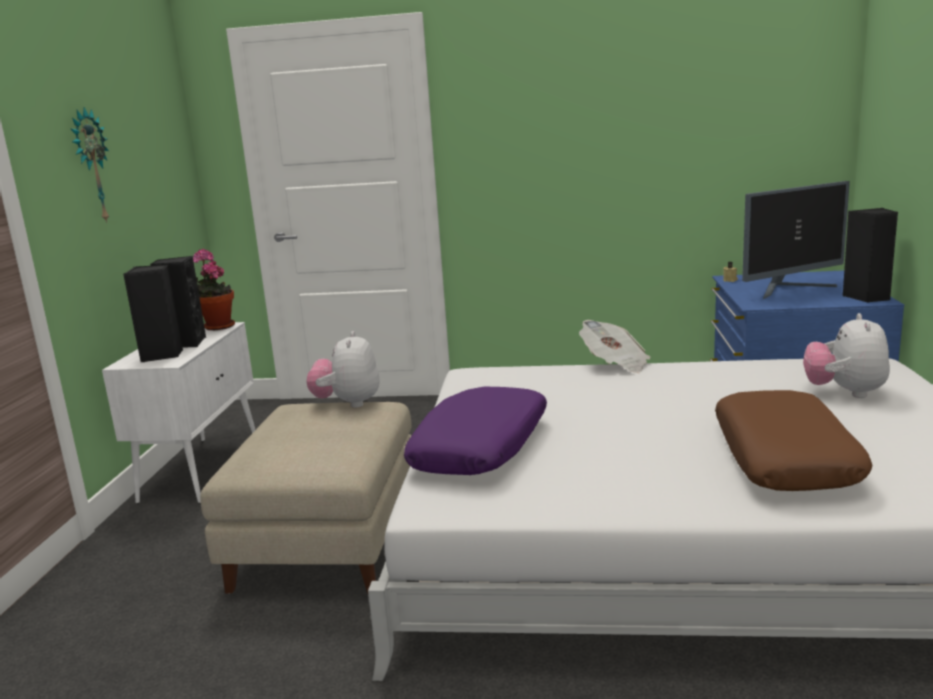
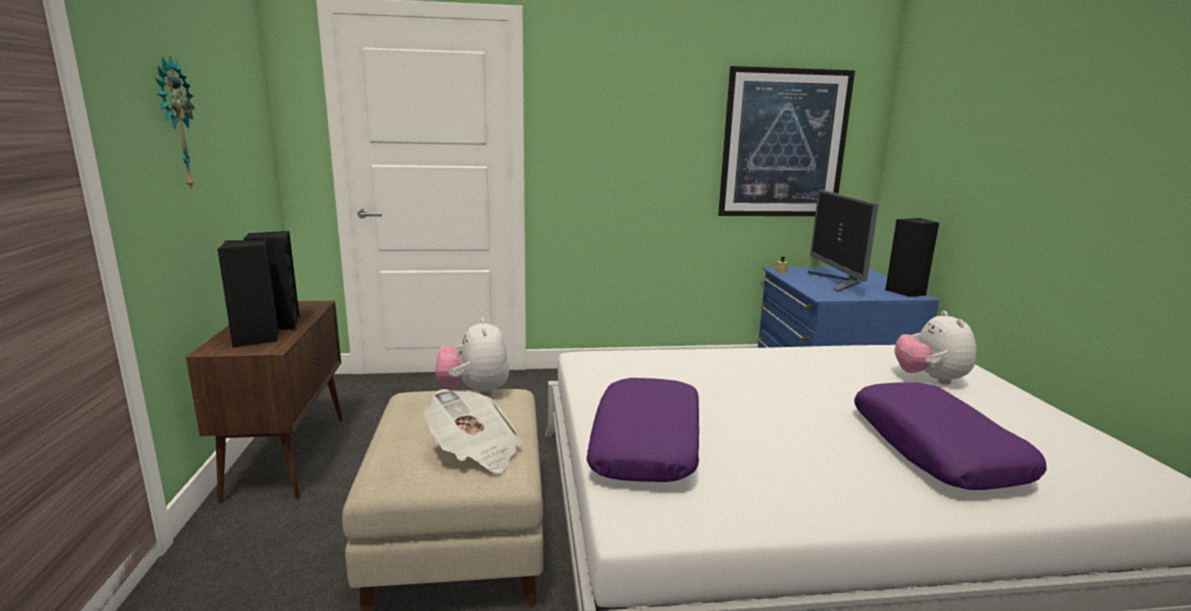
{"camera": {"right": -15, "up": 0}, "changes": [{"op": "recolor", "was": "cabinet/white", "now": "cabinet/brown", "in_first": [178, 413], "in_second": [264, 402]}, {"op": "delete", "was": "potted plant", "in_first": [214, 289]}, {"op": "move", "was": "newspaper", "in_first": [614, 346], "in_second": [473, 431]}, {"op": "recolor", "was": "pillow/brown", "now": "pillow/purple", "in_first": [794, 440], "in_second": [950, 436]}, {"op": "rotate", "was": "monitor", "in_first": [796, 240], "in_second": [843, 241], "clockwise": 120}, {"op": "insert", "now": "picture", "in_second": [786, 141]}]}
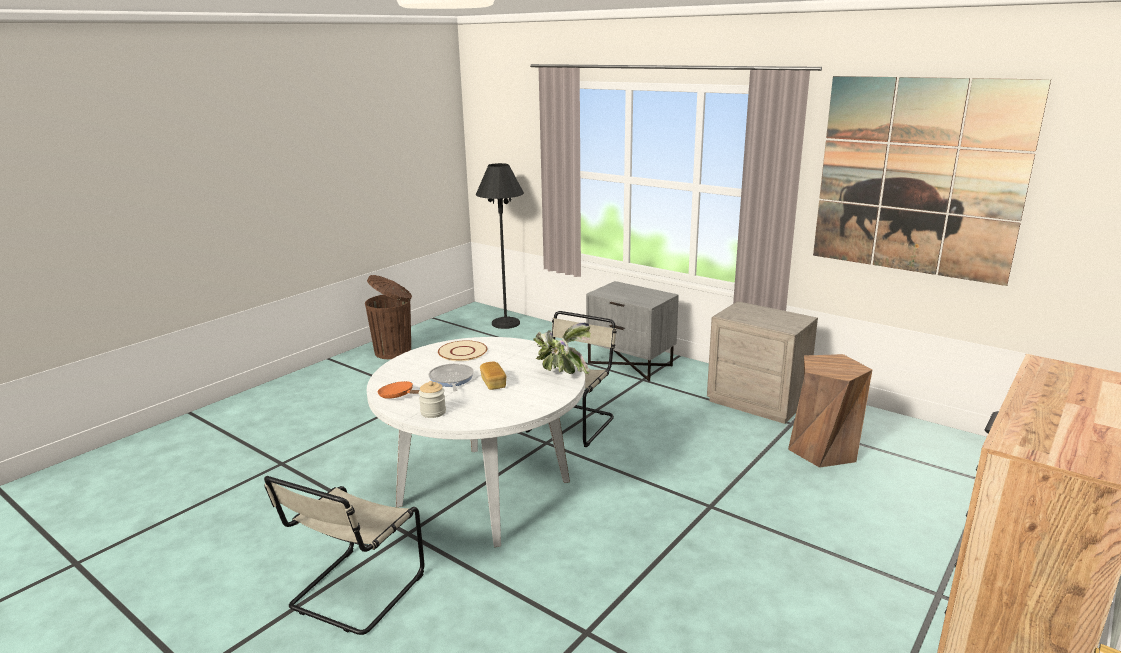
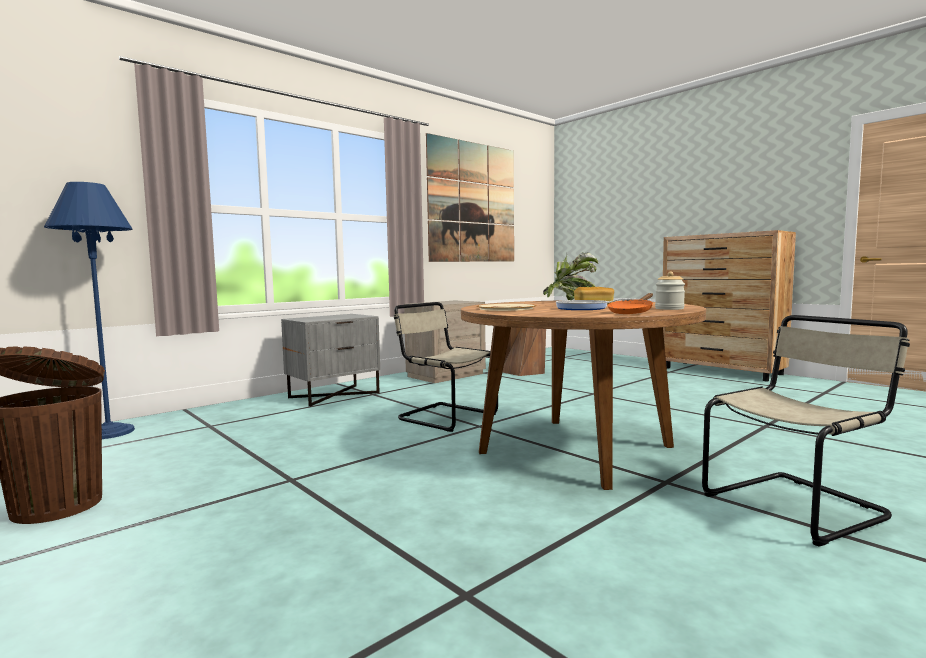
{"camera": {"right": -80, "up": -15}, "changes": [{"op": "rotate", "was": "chair/beige", "in_first": [344, 555], "in_second": [806, 430], "clockwise": -60}, {"op": "recolor", "was": "dining table/white", "now": "dining table/brown", "in_first": [476, 442], "in_second": [583, 395]}, {"op": "recolor", "was": "floor lamp/black", "now": "floor lamp/blue", "in_first": [500, 246], "in_second": [89, 310]}]}
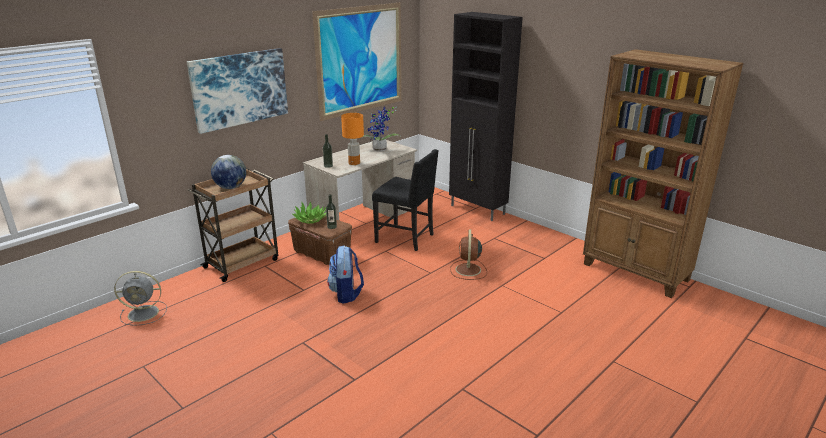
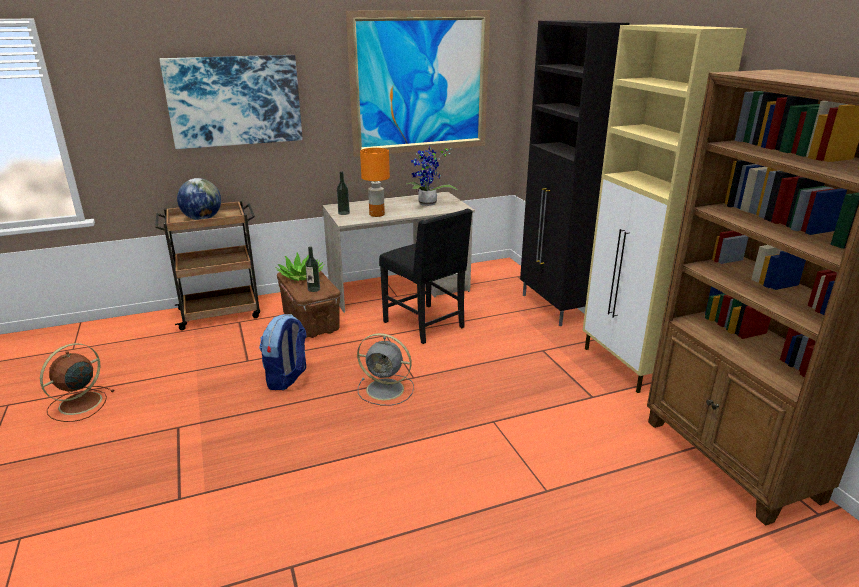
{"camera": {"right": 25, "up": 0}, "changes": [{"op": "move", "was": "fan/grey", "in_first": [140, 298], "in_second": [385, 369]}, {"op": "move", "was": "fan/brown", "in_first": [468, 254], "in_second": [77, 382]}, {"op": "insert", "now": "cabinet/beige", "in_second": [665, 208]}]}
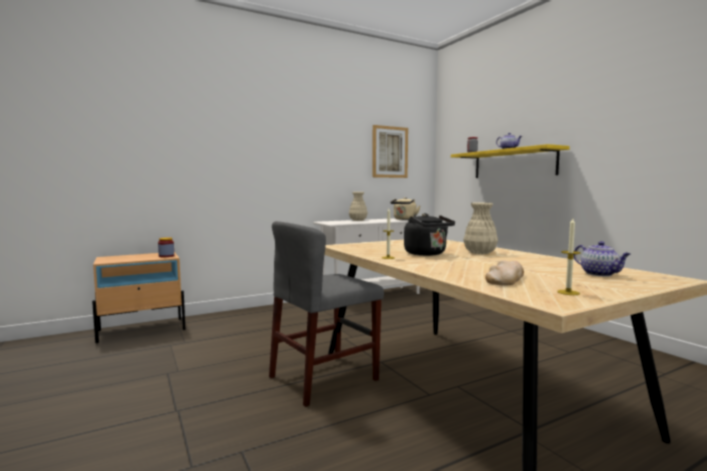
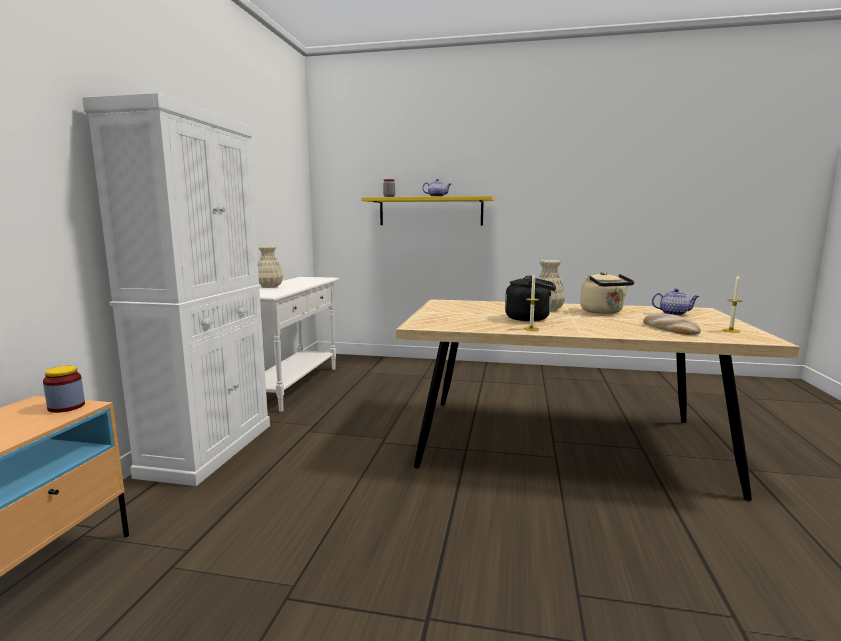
{"camera": {"right": -50, "up": 5}, "changes": [{"op": "delete", "was": "chair/grey", "in_first": [326, 314]}, {"op": "delete", "was": "picture", "in_first": [390, 151]}, {"op": "move", "was": "kettle/beige", "in_first": [405, 208], "in_second": [607, 293]}, {"op": "insert", "now": "cabinet/white", "in_second": [176, 289]}]}
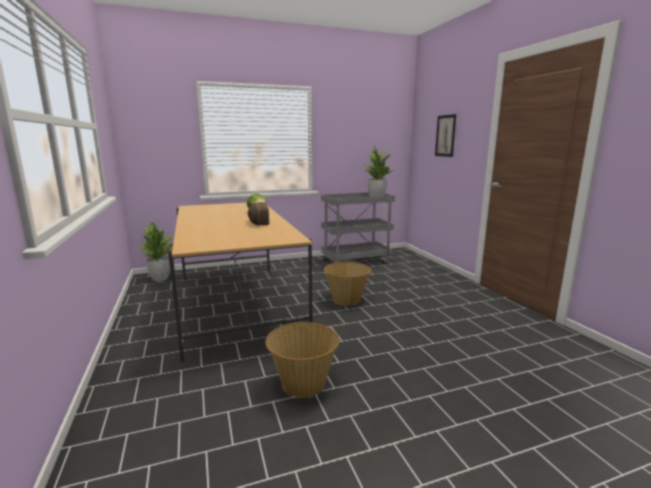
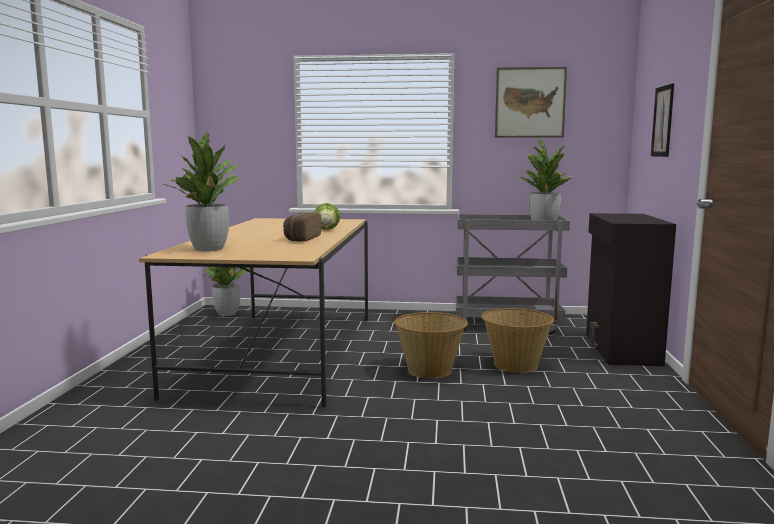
{"camera": {"right": 25, "up": -5}, "changes": [{"op": "move", "was": "basket", "in_first": [302, 360], "in_second": [517, 340]}, {"op": "insert", "now": "potted plant", "in_second": [201, 191]}, {"op": "insert", "now": "picture", "in_second": [531, 102]}, {"op": "insert", "now": "cabinet/black", "in_second": [631, 289]}]}
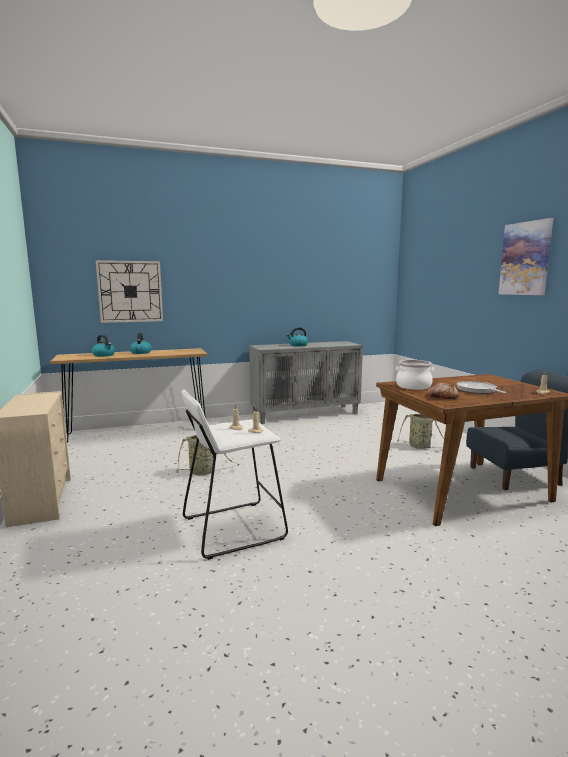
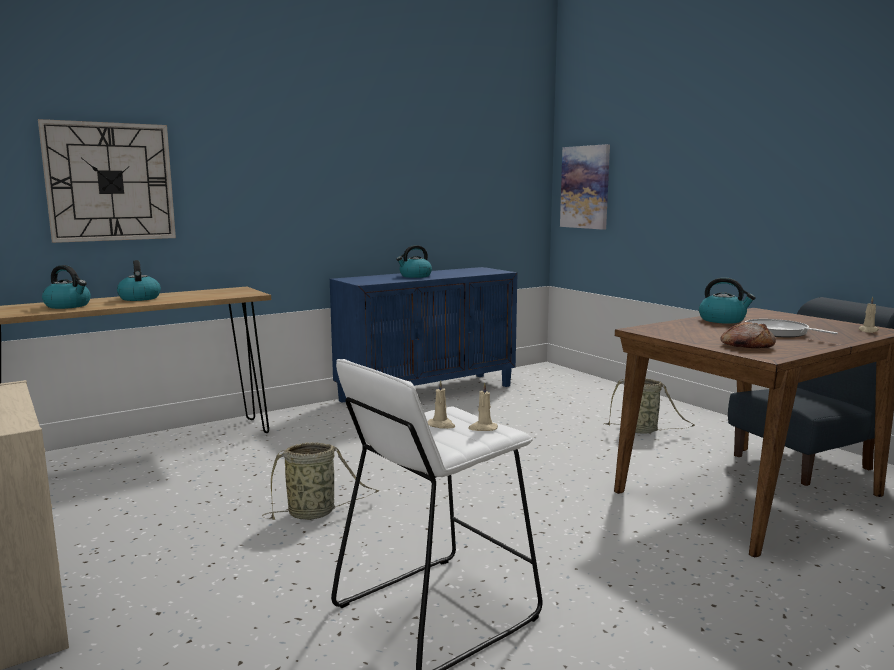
{"camera": {"right": -15, "up": 0}, "changes": [{"op": "recolor", "was": "cabinet/grey", "now": "cabinet/blue", "in_first": [306, 382], "in_second": [423, 335]}, {"op": "delete", "was": "cooking pot", "in_first": [415, 375]}, {"op": "move", "was": "picture", "in_first": [525, 256], "in_second": [585, 187]}, {"op": "insert", "now": "kettle", "in_second": [727, 300]}]}
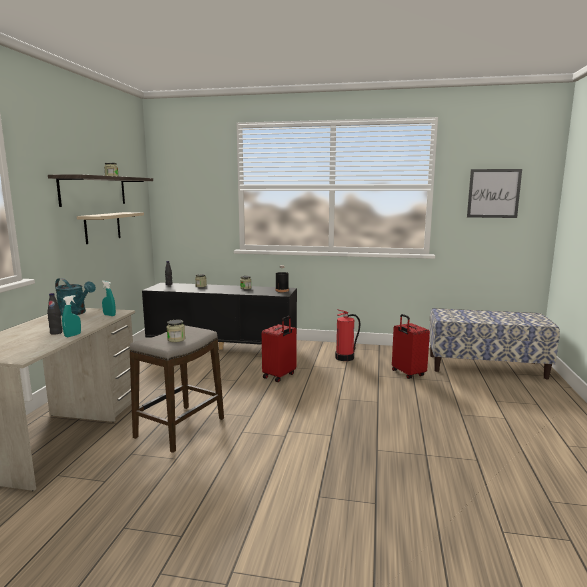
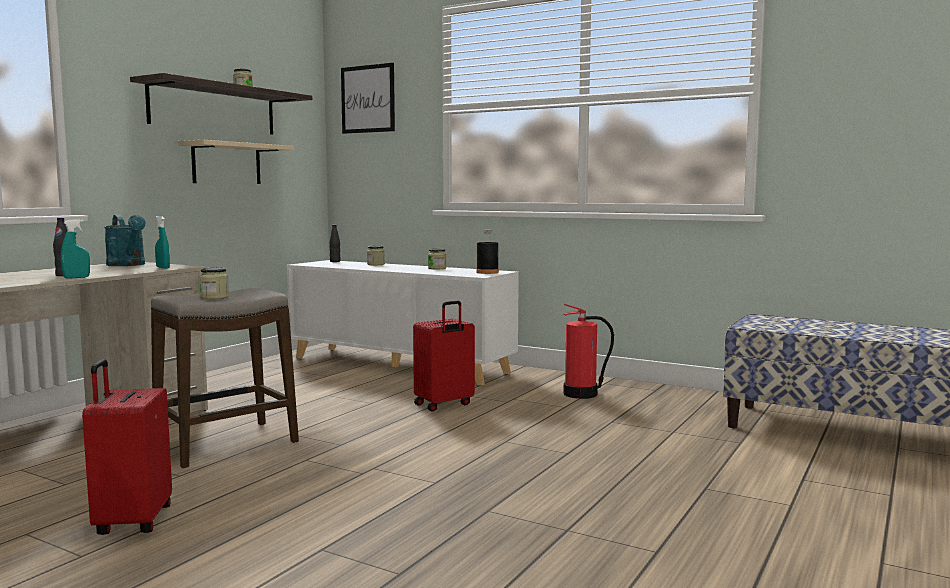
{"camera": {"right": 20, "up": -5}, "changes": [{"op": "recolor", "was": "cabinet/black", "now": "cabinet/white", "in_first": [219, 316], "in_second": [403, 323]}, {"op": "move", "was": "suitcase/red", "in_first": [411, 346], "in_second": [127, 447]}, {"op": "move", "was": "picture", "in_first": [494, 193], "in_second": [368, 98]}]}
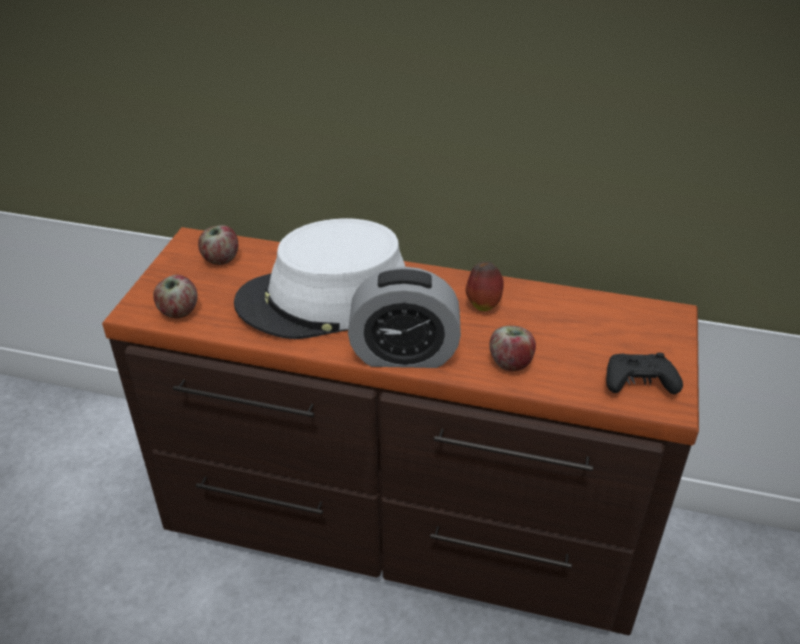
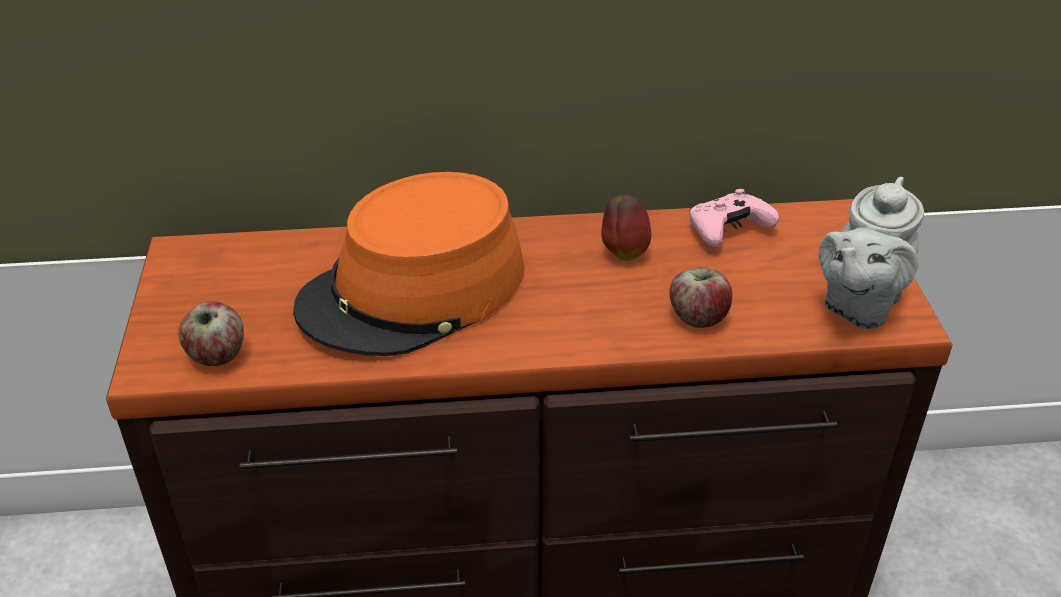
{"camera": {"right": -20, "up": 0}, "changes": [{"op": "delete", "was": "apple", "in_first": [218, 245]}, {"op": "recolor", "was": "hat/white", "now": "hat/orange", "in_first": [319, 278], "in_second": [409, 264]}, {"op": "delete", "was": "alarm clock", "in_first": [404, 317]}, {"op": "replace", "was": "game controller/black", "now": "teapot/grey", "in_first": [644, 373], "in_second": [871, 253]}, {"op": "insert", "now": "game controller/pink", "in_second": [734, 218]}]}
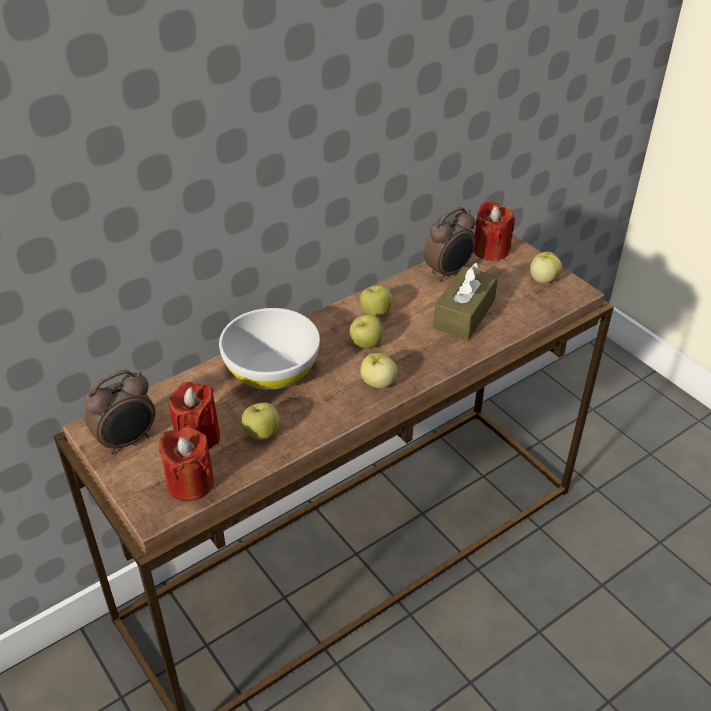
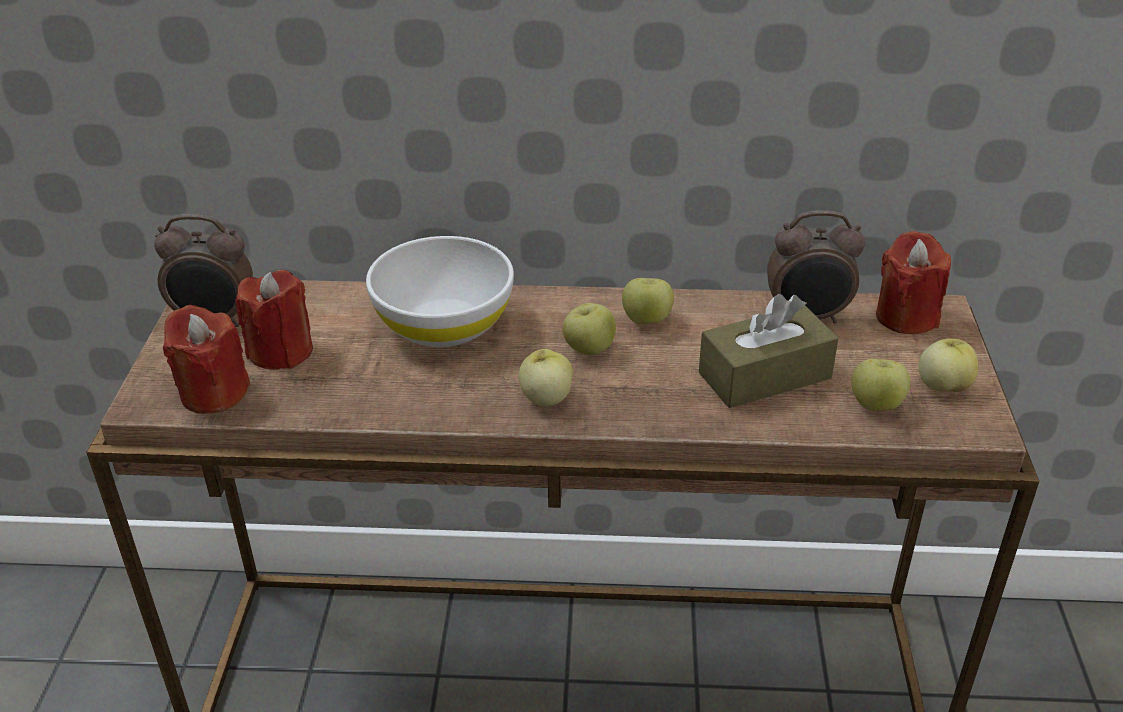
{"camera": {"right": 40, "up": -5}, "changes": [{"op": "move", "was": "apple", "in_first": [260, 421], "in_second": [880, 385]}]}
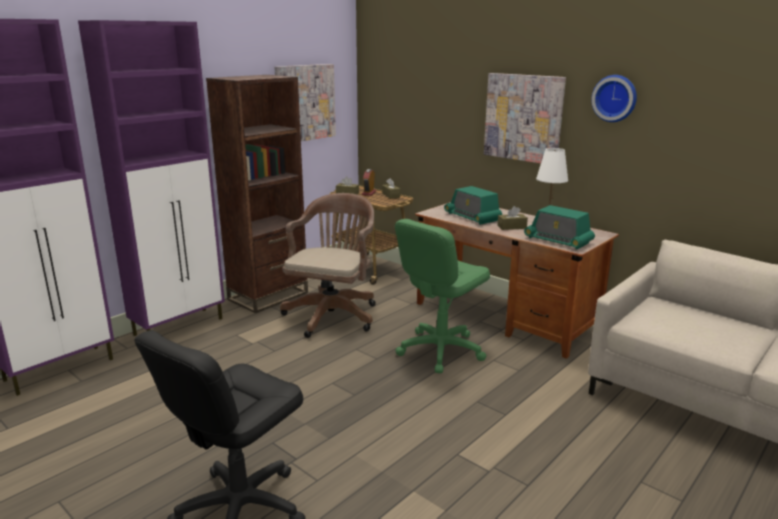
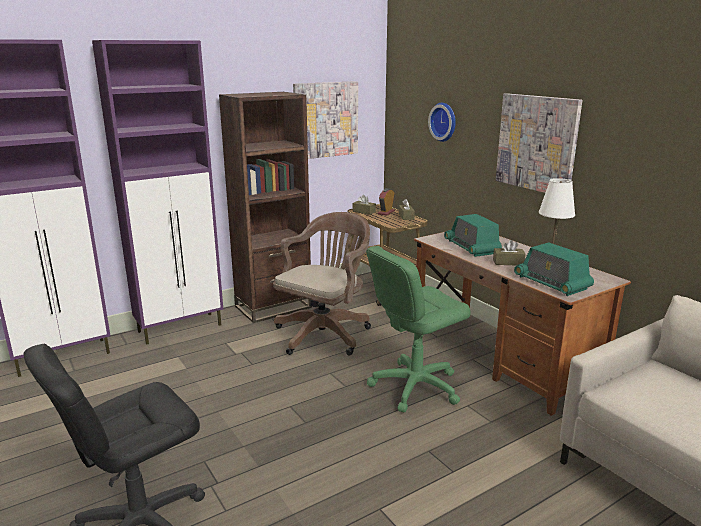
{"camera": {"right": 15, "up": 0}, "changes": [{"op": "move", "was": "wall clock", "in_first": [614, 98], "in_second": [442, 122]}]}
